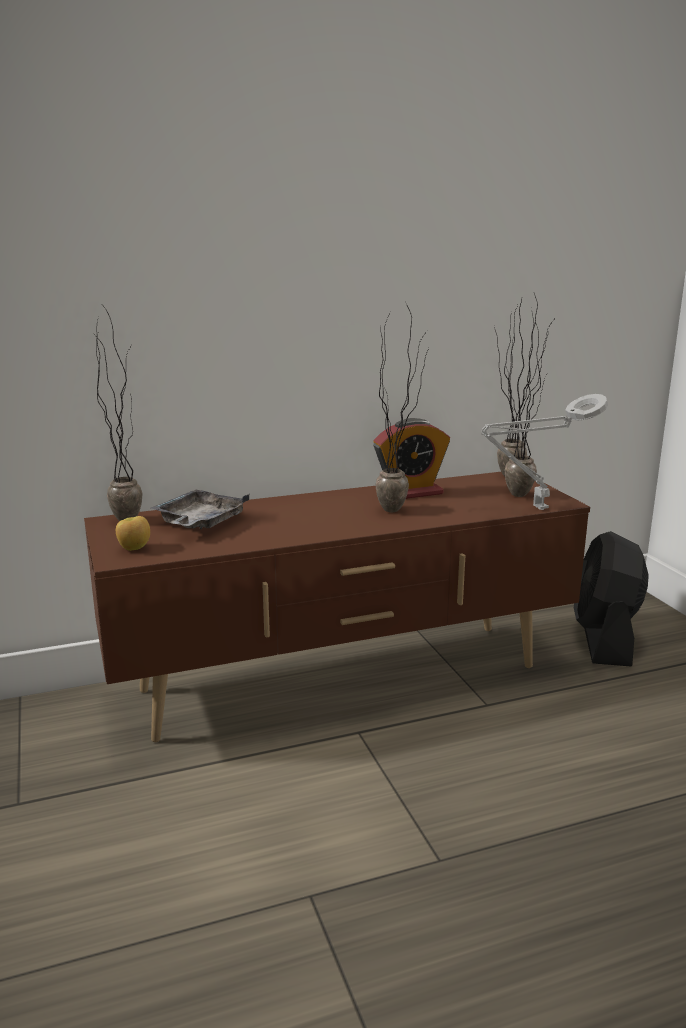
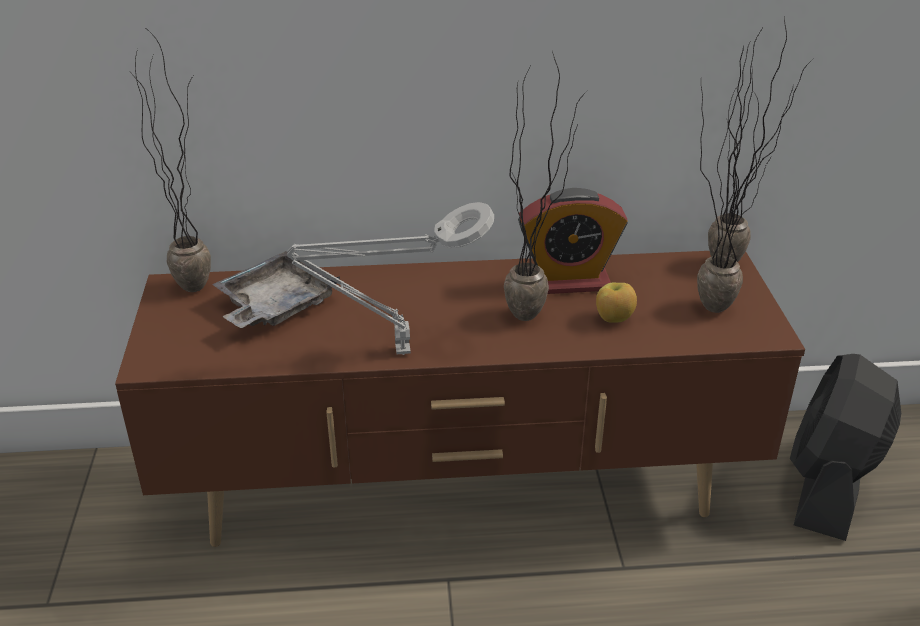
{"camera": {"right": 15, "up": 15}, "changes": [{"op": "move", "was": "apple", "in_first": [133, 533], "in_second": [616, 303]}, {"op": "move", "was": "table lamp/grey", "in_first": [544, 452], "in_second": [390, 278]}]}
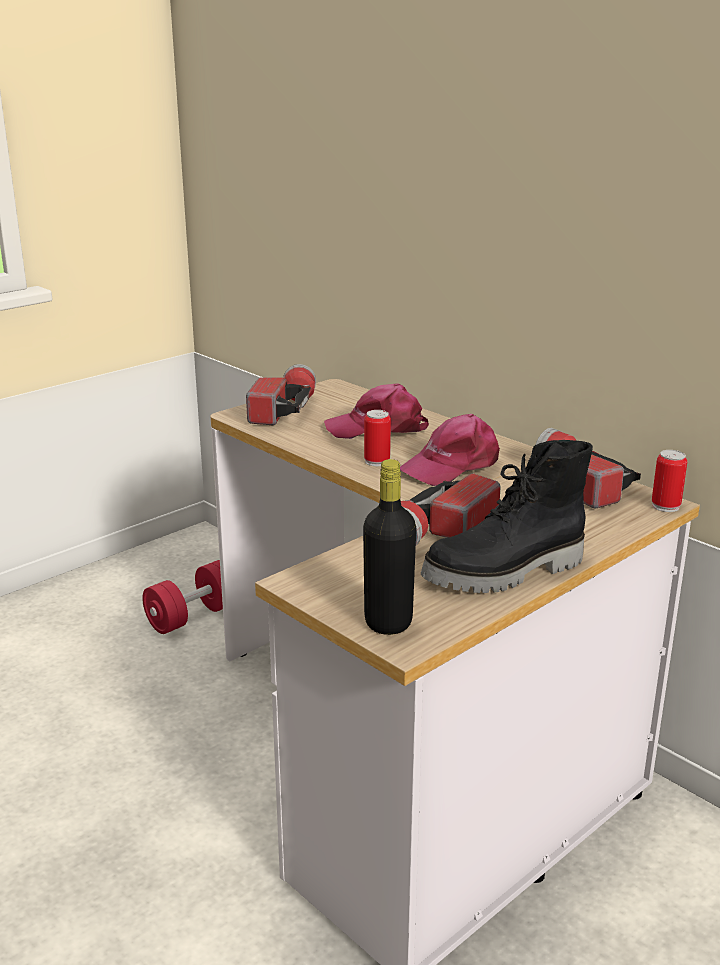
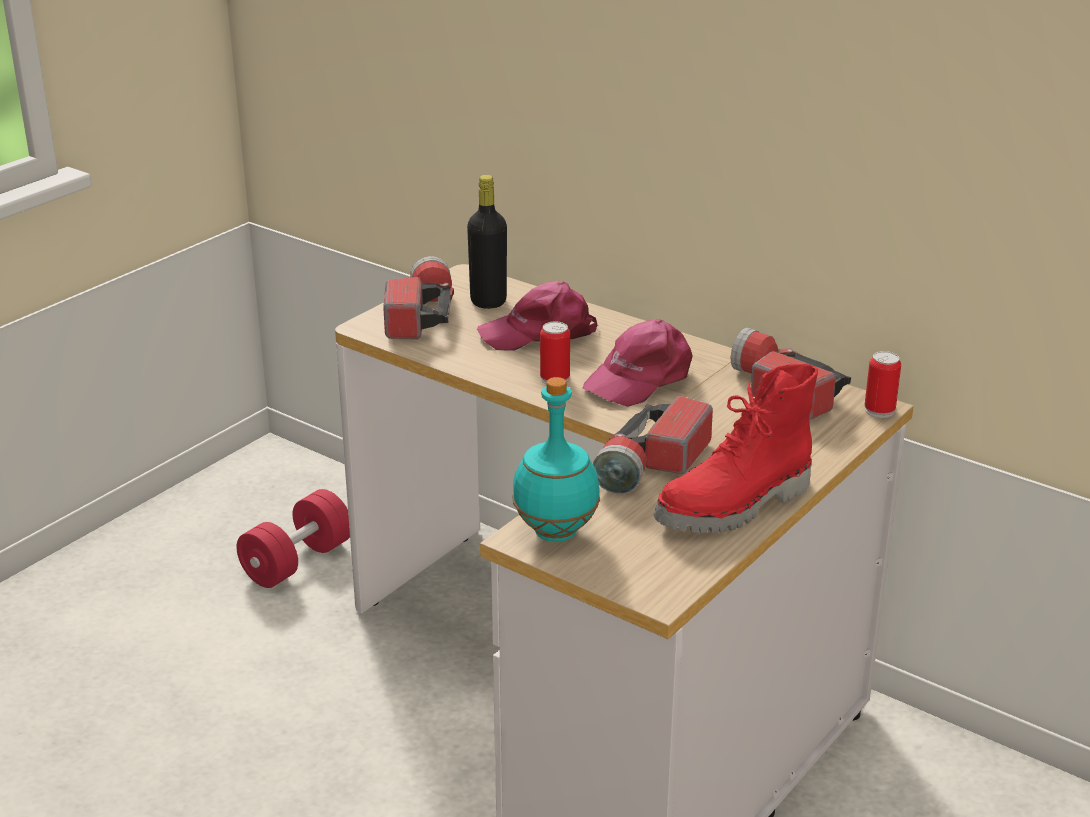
{"camera": {"right": -10, "up": 5}, "changes": [{"op": "move", "was": "bottle/black", "in_first": [389, 547], "in_second": [487, 242]}, {"op": "recolor", "was": "boot/black", "now": "boot/red", "in_first": [507, 516], "in_second": [736, 448]}, {"op": "insert", "now": "bottle/turquoise", "in_second": [556, 459]}]}
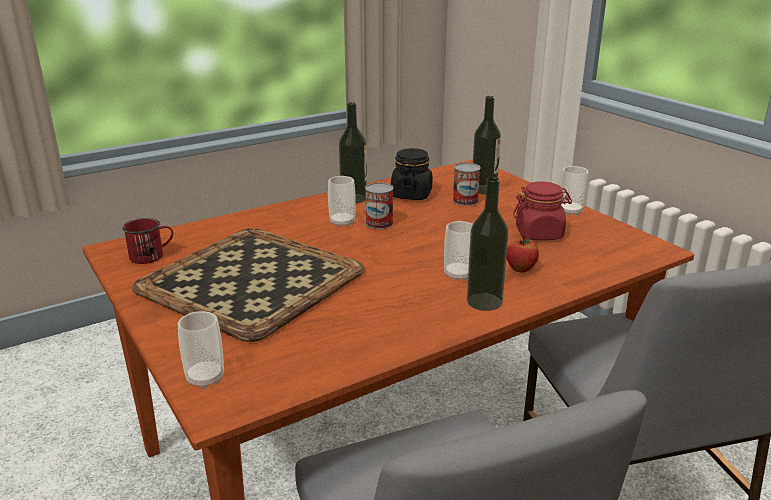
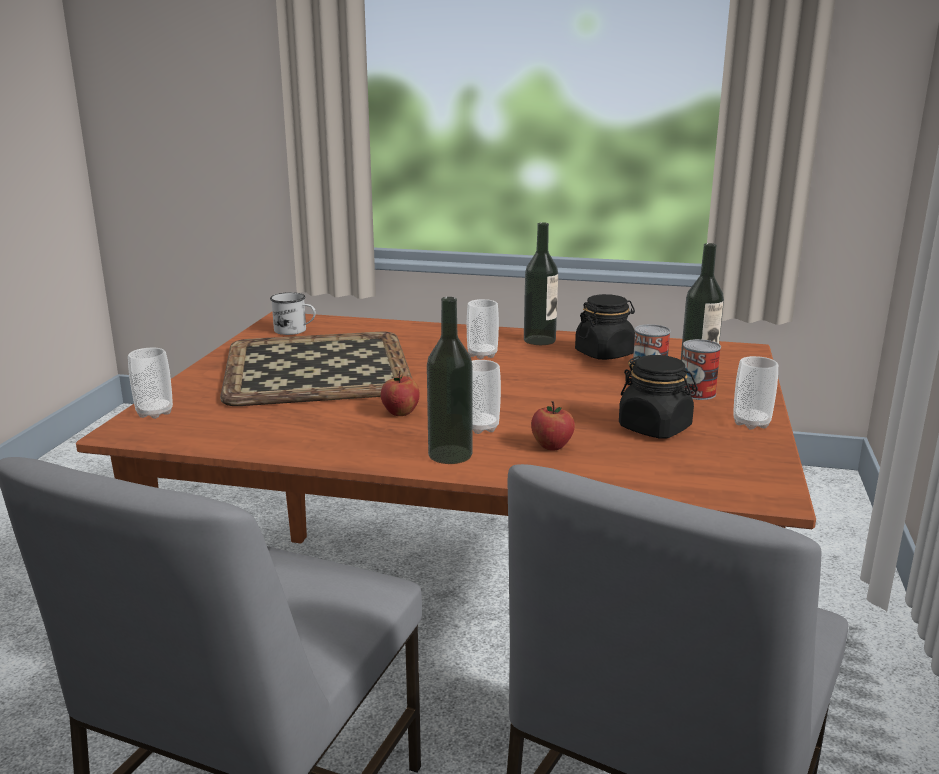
{"camera": {"right": 45, "up": -5}, "changes": [{"op": "recolor", "was": "mug/red", "now": "mug/white", "in_first": [147, 241], "in_second": [293, 313]}, {"op": "move", "was": "can", "in_first": [379, 205], "in_second": [701, 369]}, {"op": "recolor", "was": "jar/red", "now": "jar/black", "in_first": [542, 210], "in_second": [658, 396]}, {"op": "insert", "now": "apple", "in_second": [400, 393]}]}
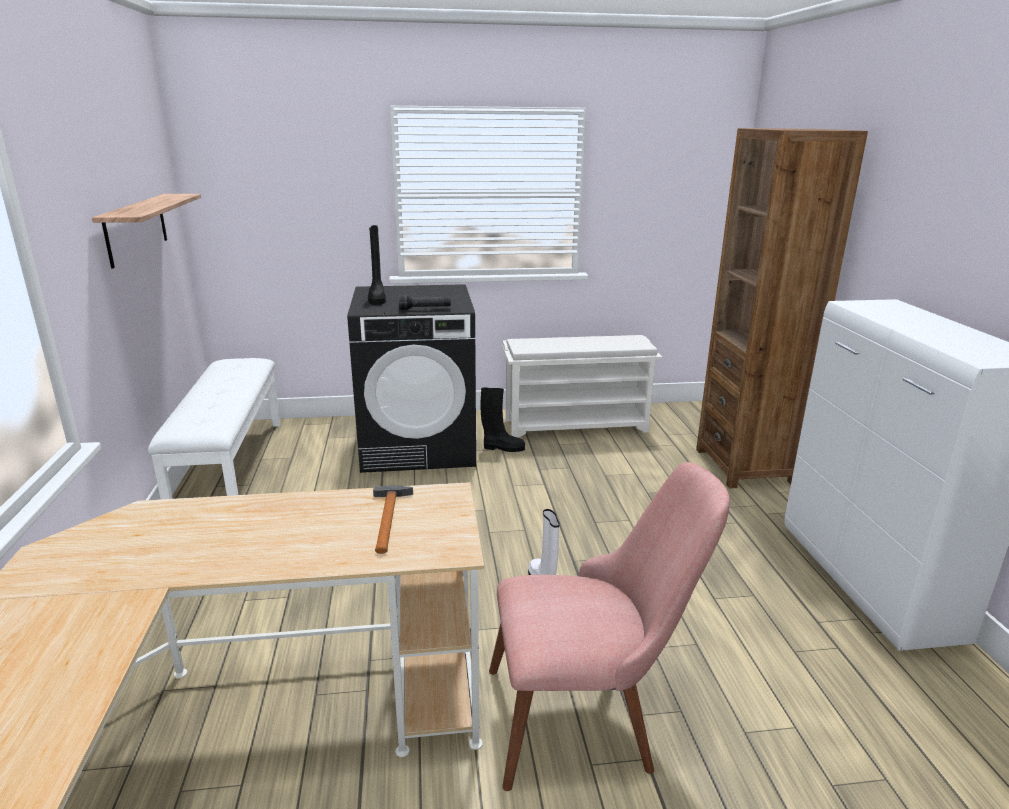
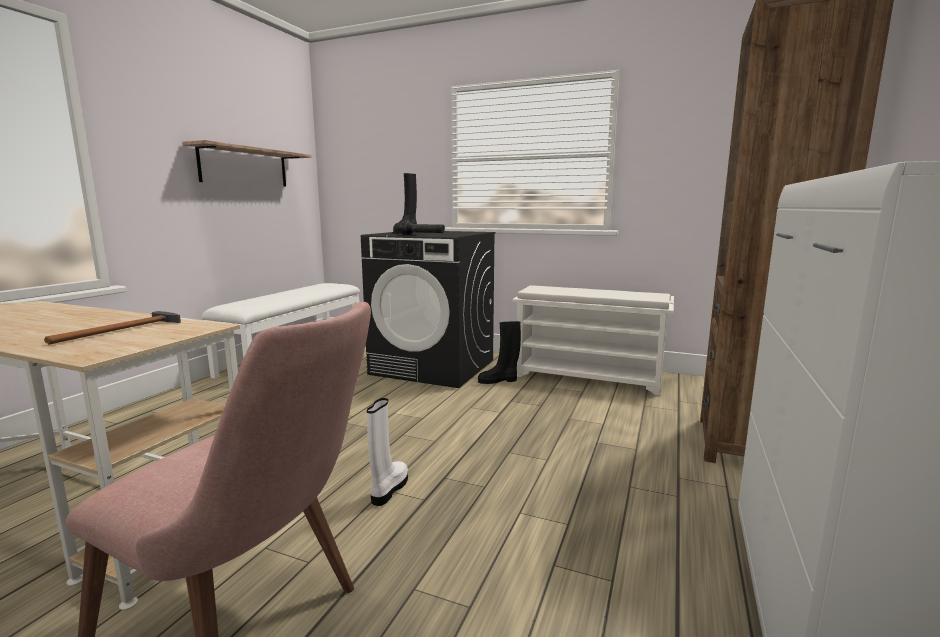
{"camera": {"right": 30, "up": -10}, "changes": [{"op": "rotate", "was": "boot/black", "in_first": [502, 420], "in_second": [499, 352], "clockwise": 135}]}
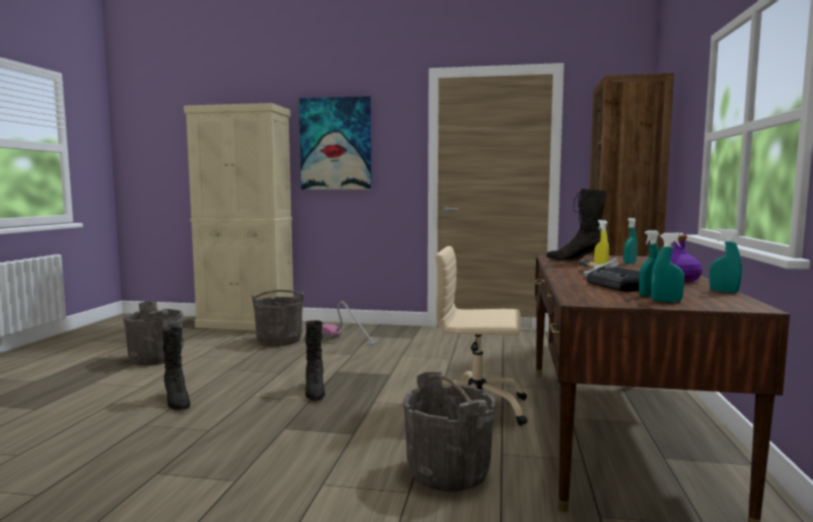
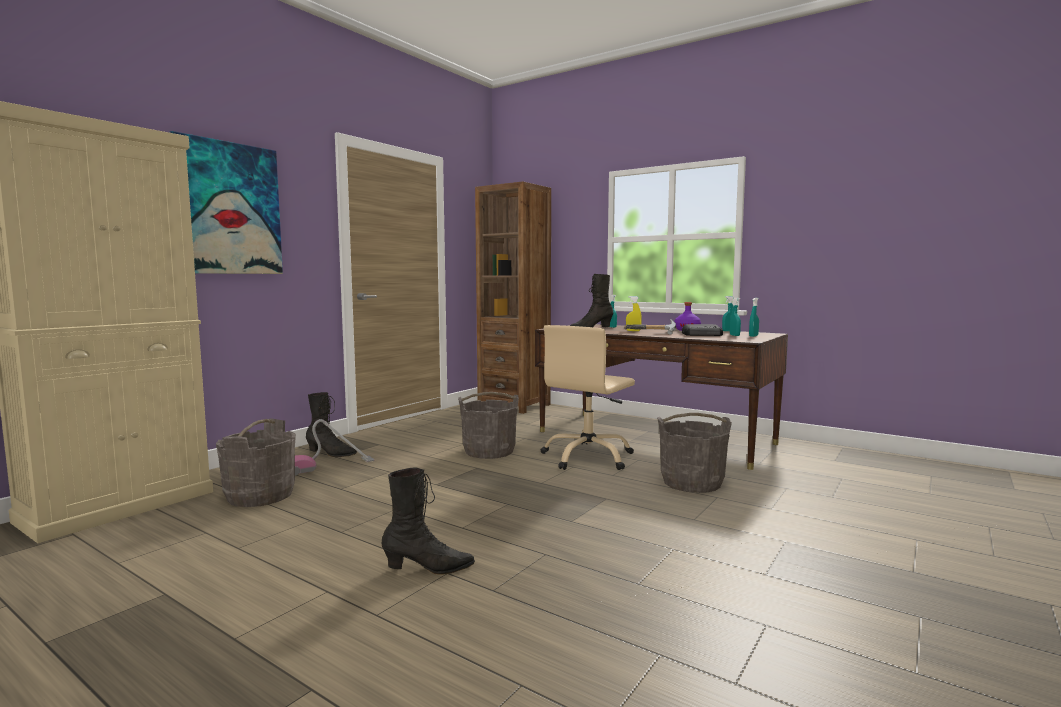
{"camera": {"right": -65, "up": 0}, "changes": [{"op": "move", "was": "bucket/grey", "in_first": [153, 333], "in_second": [488, 425]}, {"op": "move", "was": "boot/black", "in_first": [314, 360], "in_second": [331, 424]}]}
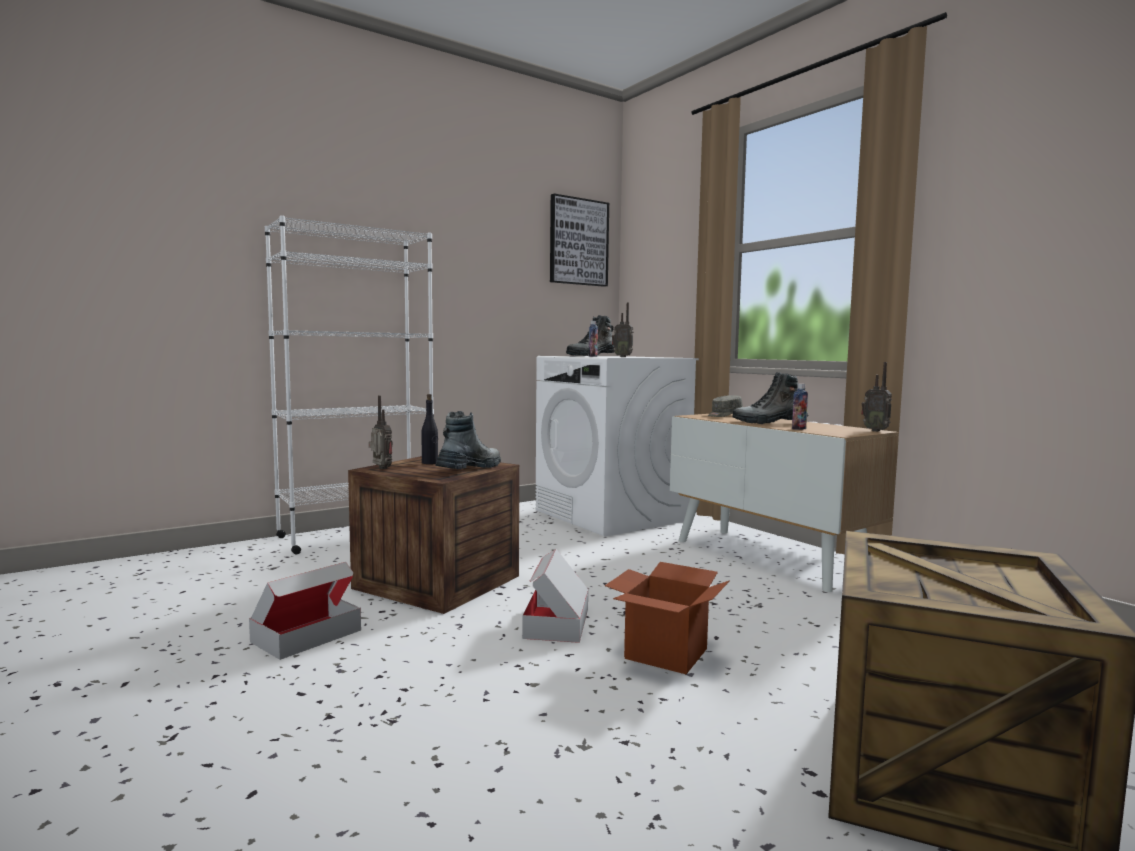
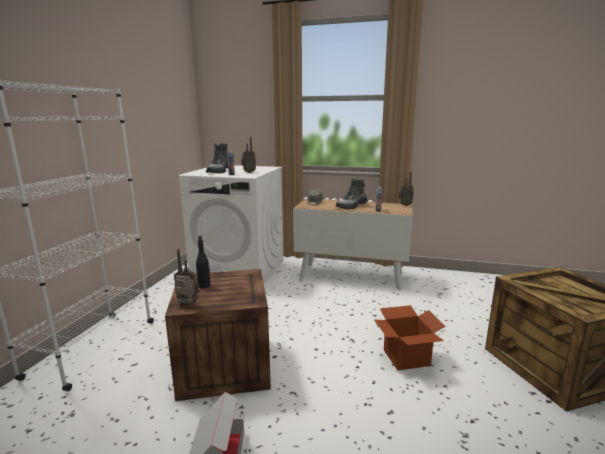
{"camera": {"right": -40, "up": 10}, "changes": [{"op": "delete", "was": "boot", "in_first": [468, 440]}, {"op": "delete", "was": "cardboard box", "in_first": [555, 596]}, {"op": "delete", "was": "picture", "in_first": [579, 240]}]}
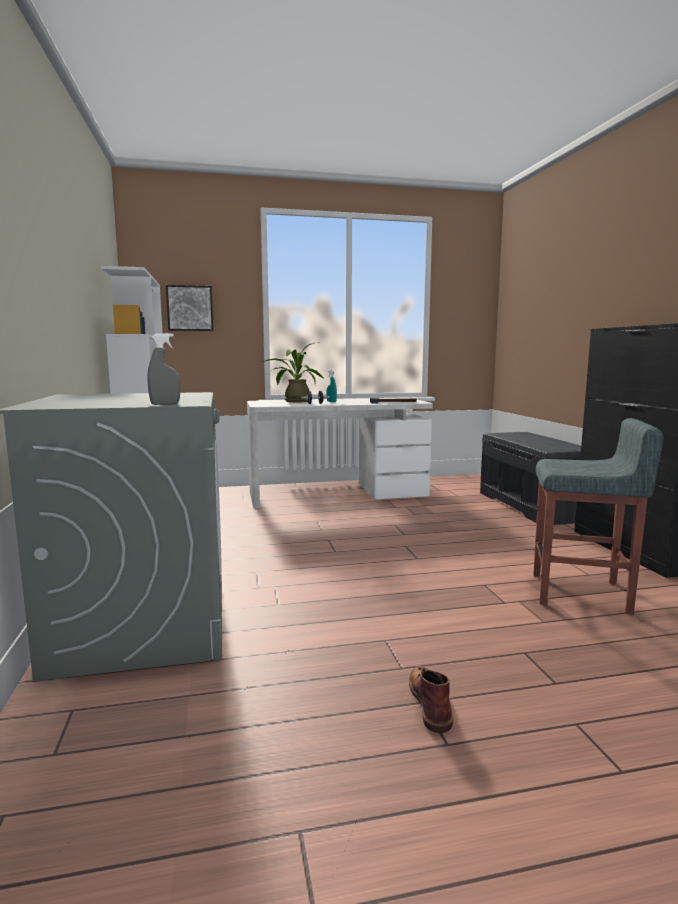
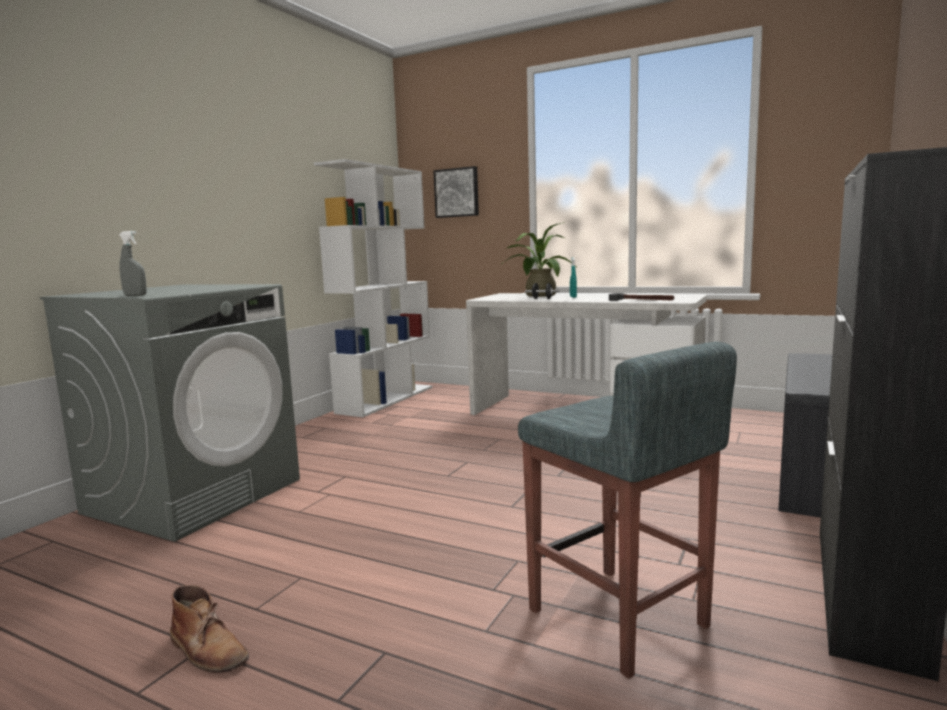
{"camera": {"right": 40, "up": 0}, "changes": [{"op": "rotate", "was": "boot/brown", "in_first": [431, 699], "in_second": [209, 629], "clockwise": 90}]}
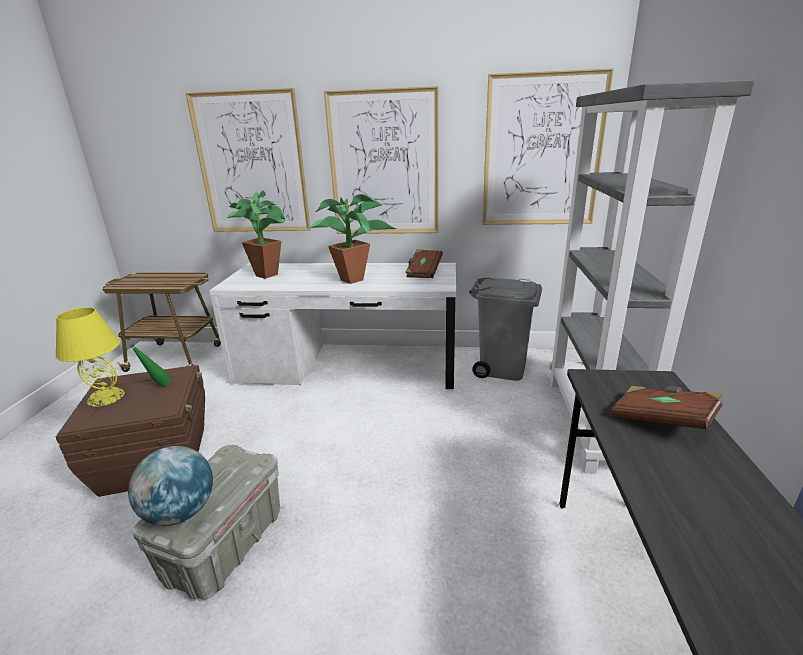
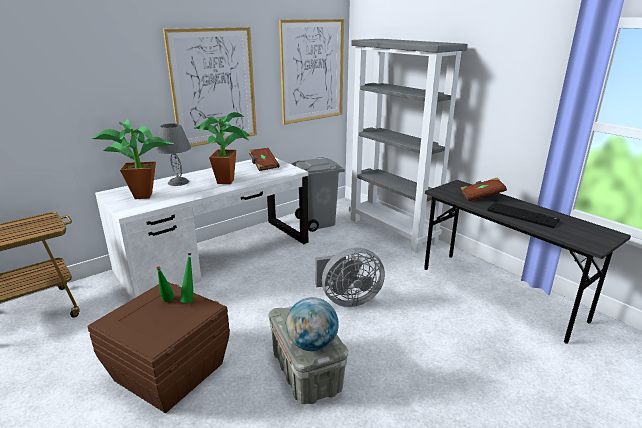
{"camera": {"right": -45, "up": 0}, "changes": [{"op": "delete", "was": "table lamp/yellow", "in_first": [90, 357]}, {"op": "delete", "was": "picture", "in_first": [248, 160]}, {"op": "insert", "now": "table lamp/grey", "in_second": [173, 154]}, {"op": "insert", "now": "bottle/green", "in_second": [187, 278]}, {"op": "insert", "now": "fan/grey", "in_second": [350, 277]}, {"op": "insert", "now": "keyboard", "in_second": [523, 215]}]}
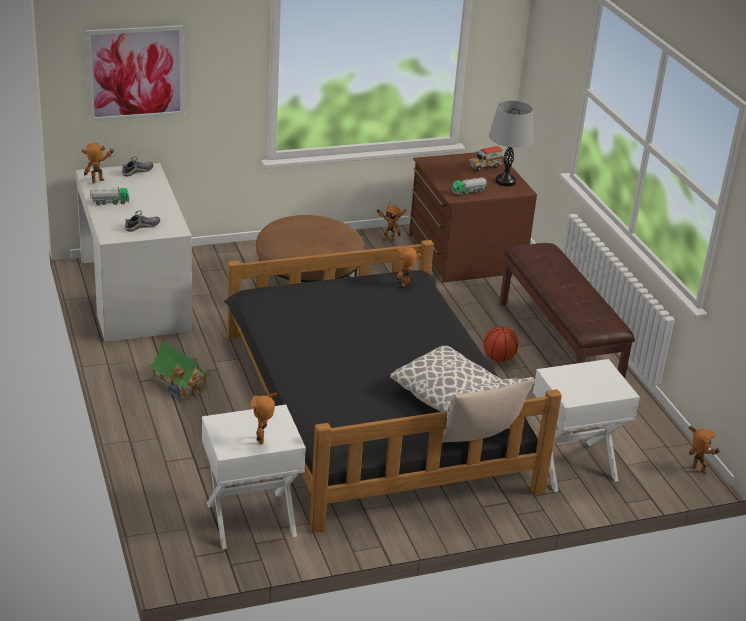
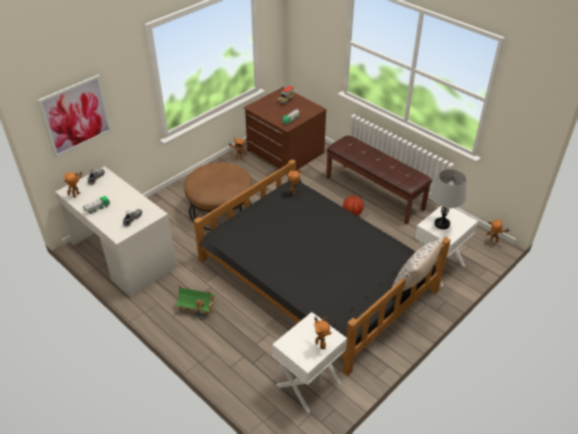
{"camera": {"right": -25, "up": 10}, "changes": [{"op": "delete", "was": "pillow", "in_first": [446, 379]}, {"op": "move", "was": "table lamp/grey", "in_first": [511, 143], "in_second": [448, 199]}]}
